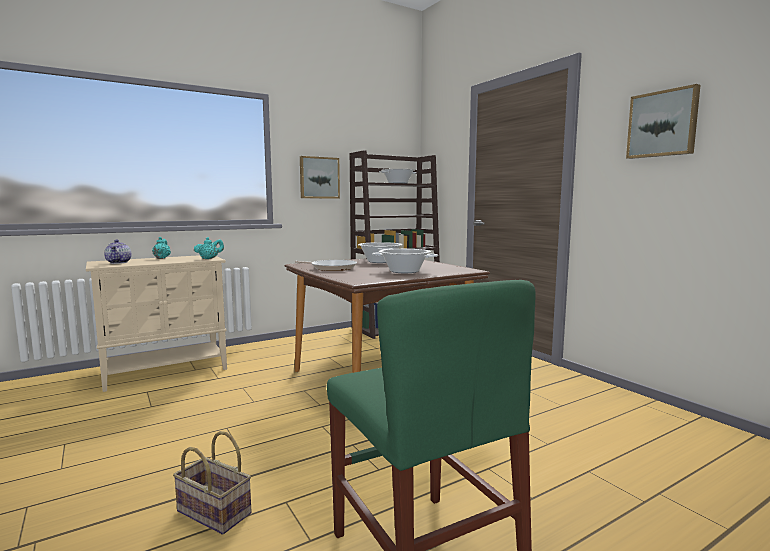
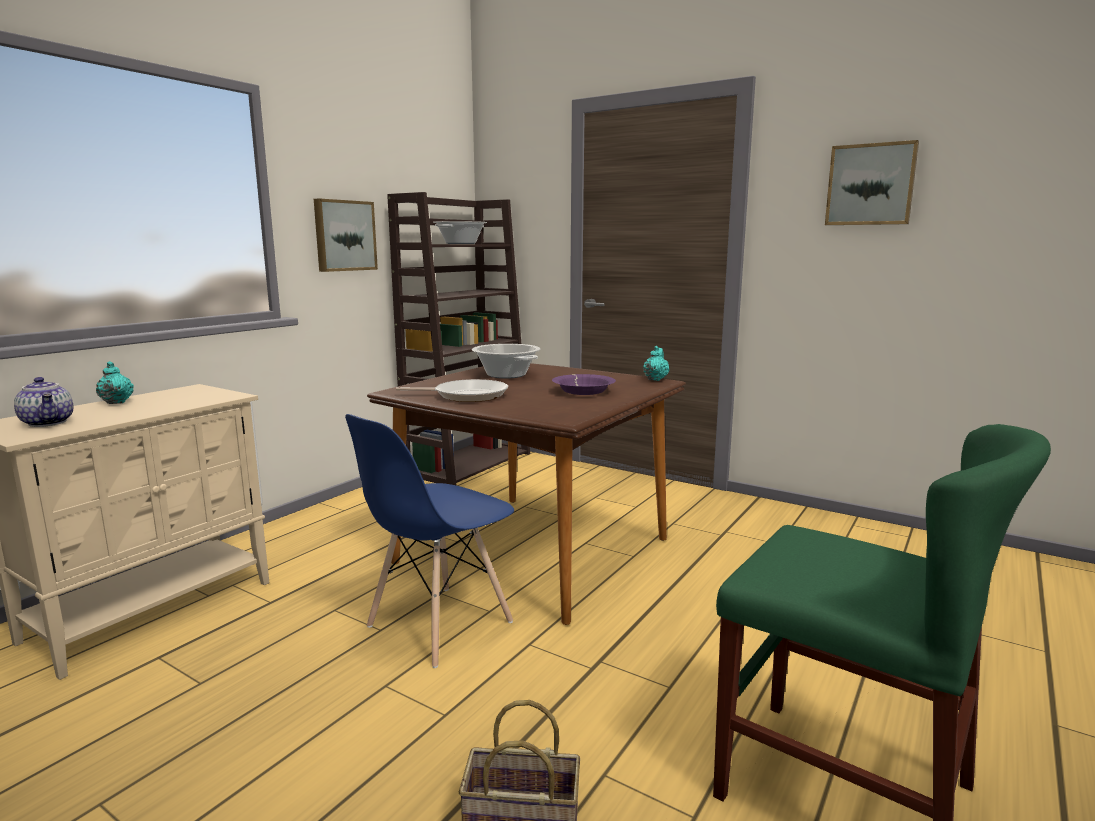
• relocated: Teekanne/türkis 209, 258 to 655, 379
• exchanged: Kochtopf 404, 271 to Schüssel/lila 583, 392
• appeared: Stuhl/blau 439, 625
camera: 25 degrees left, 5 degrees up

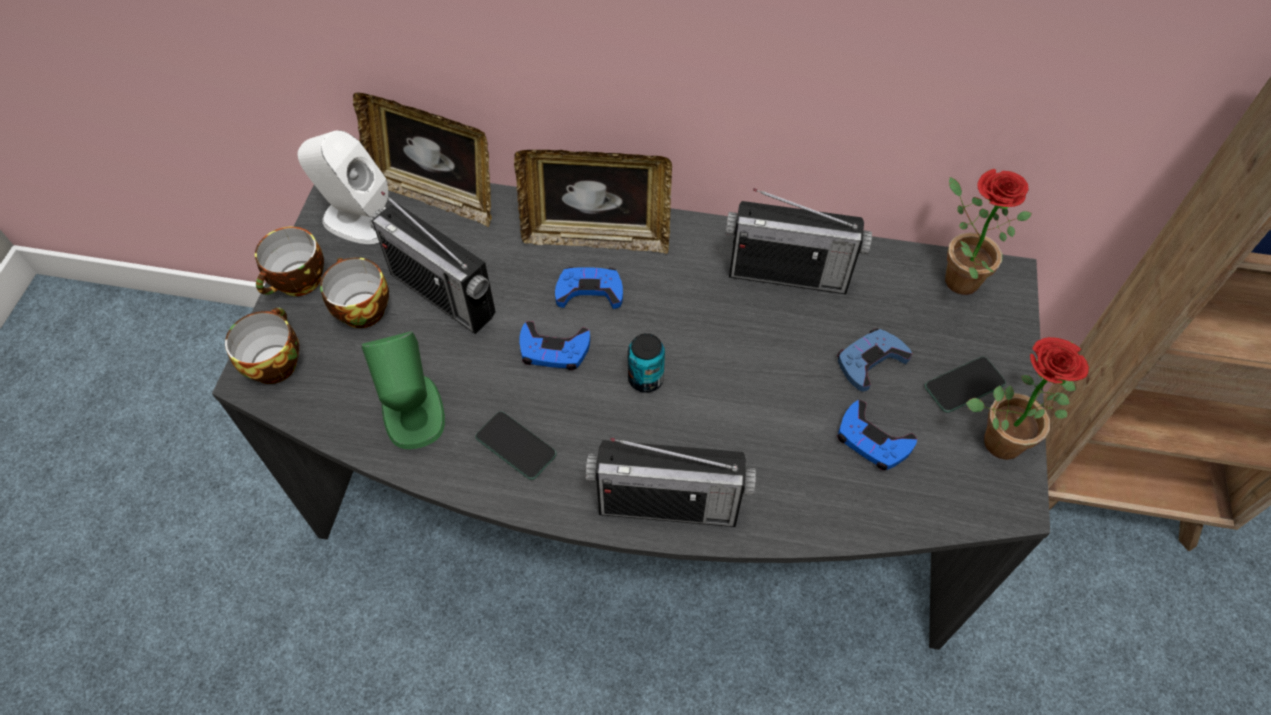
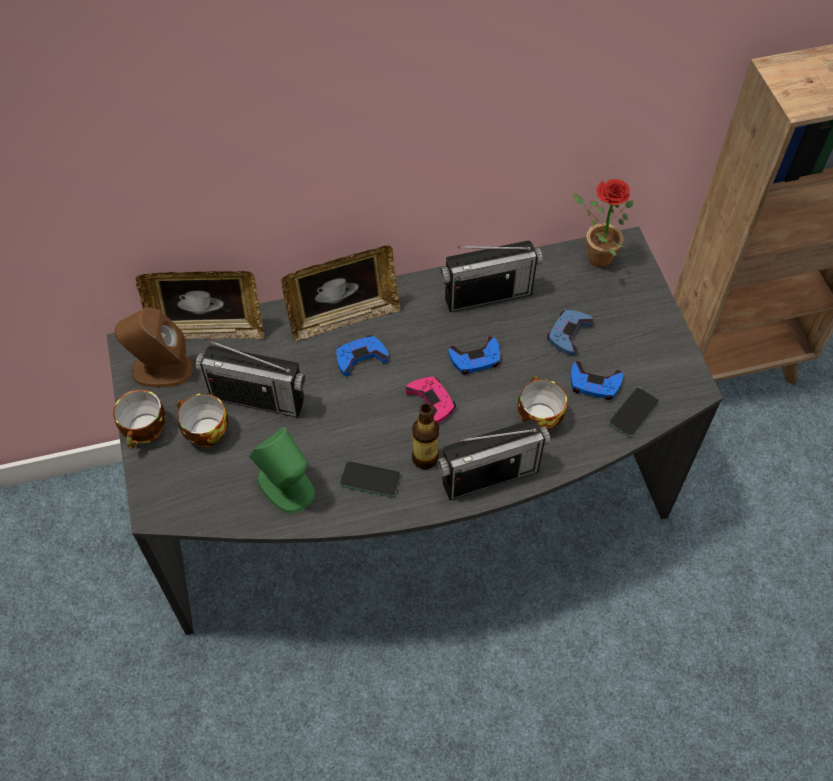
• relocated: Tasse 274, 362 to 537, 416
• colour: Lautsprecher/weiß 358, 220 to Lautsprecher/braun 161, 369
• relocated: Gamepad/blau 554, 350 to 475, 359
• exchanged: Dose 645, 379 to Gamepad/rosa 431, 402
• relocated: Handy 964, 385 to 633, 413
• missing: Topfpflanze 1004, 435
• appeared: Flasche 425, 458
camera: 25 degrees left, 0 degrees up

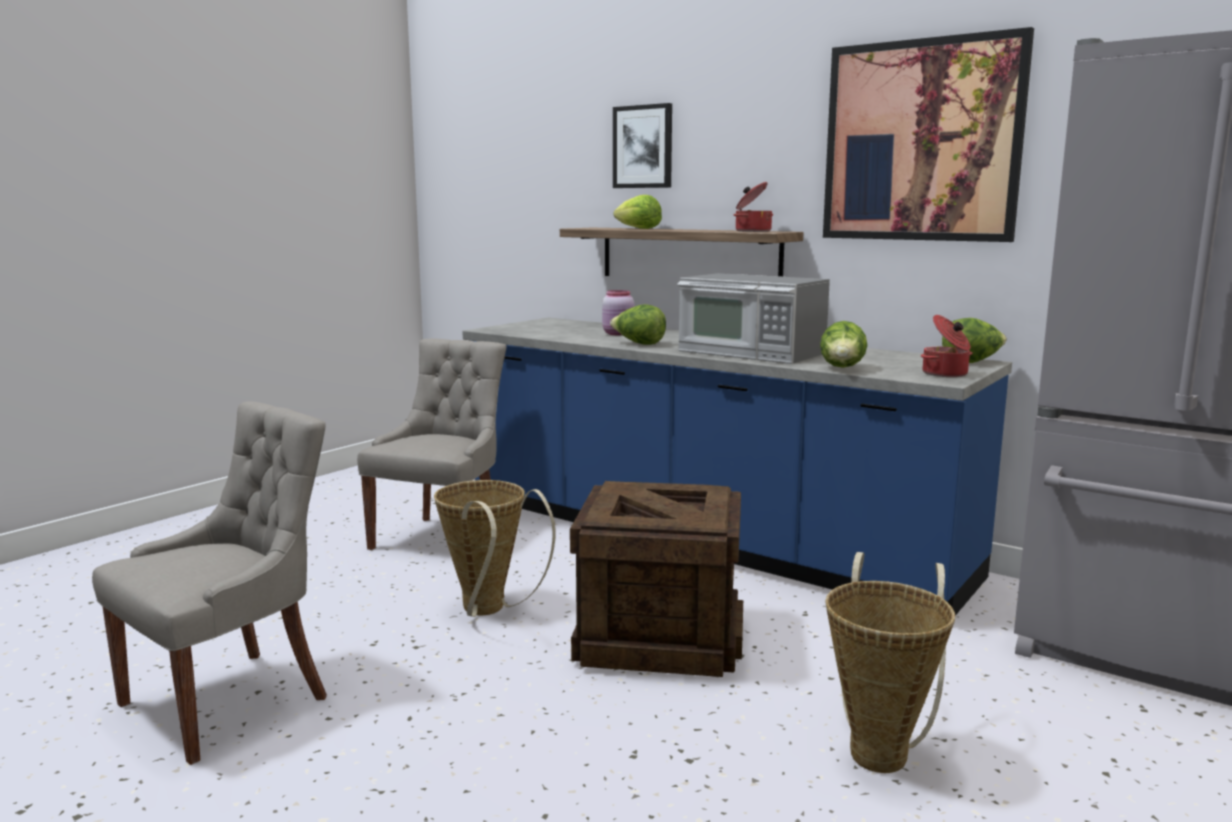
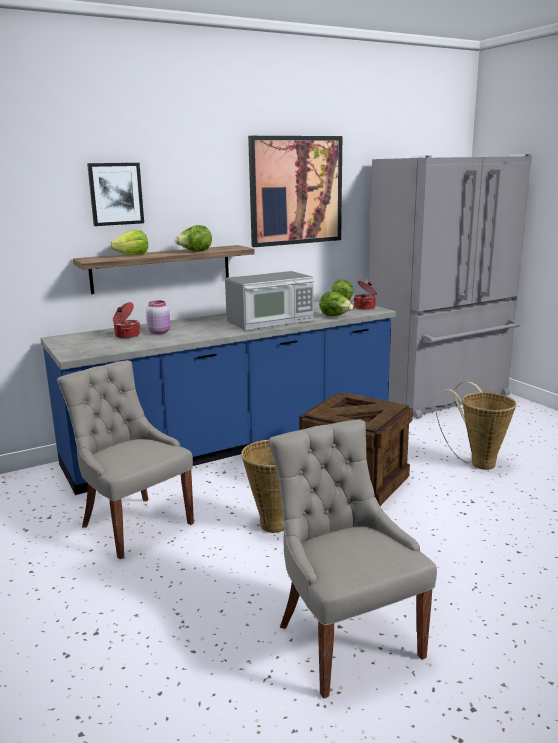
• relocated: Salatkopf 638, 344 to 194, 252
• relocated: Kochtopf 752, 231 to 126, 335
camera: 65 degrees left, 5 degrees up

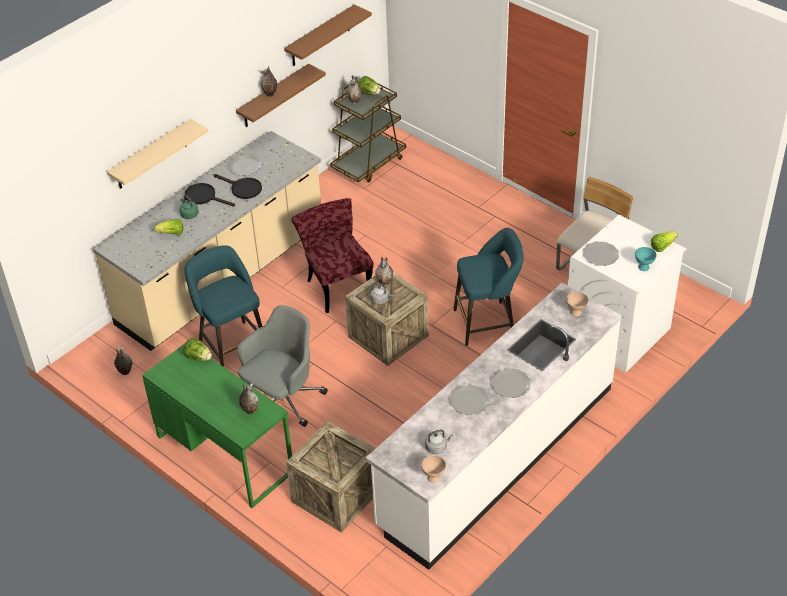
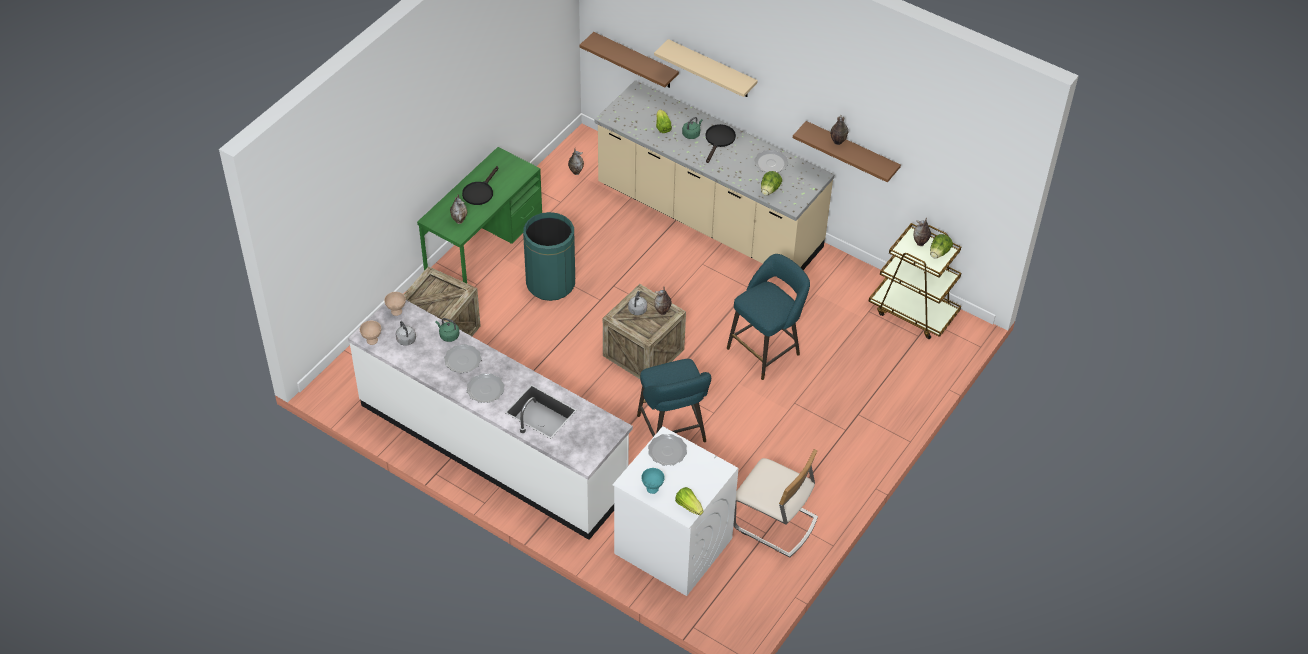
• relocated: Salatkopf 198, 357 to 769, 190
• relocated: Hocker/türkis 231, 344 to 766, 349
• relocated: Pfanne/schwarz 242, 188 to 480, 192
• exchanged: Bürostuhl/grau 282, 400 to Mülleimer/grün 550, 283
• relocated: Wandregal/braun 320, 36 to 635, 61
• missing: Stuhl/rot 337, 283
• relocated: Schüssel/beige 576, 312 to 396, 312
• appeared: Wasserkessel/grün 448, 335
camera: 80 degrees right, 5 degrees up

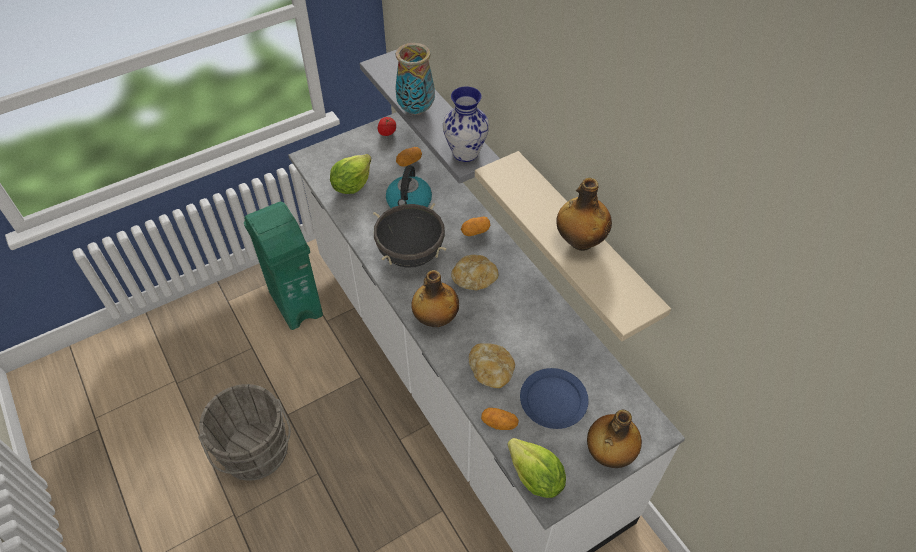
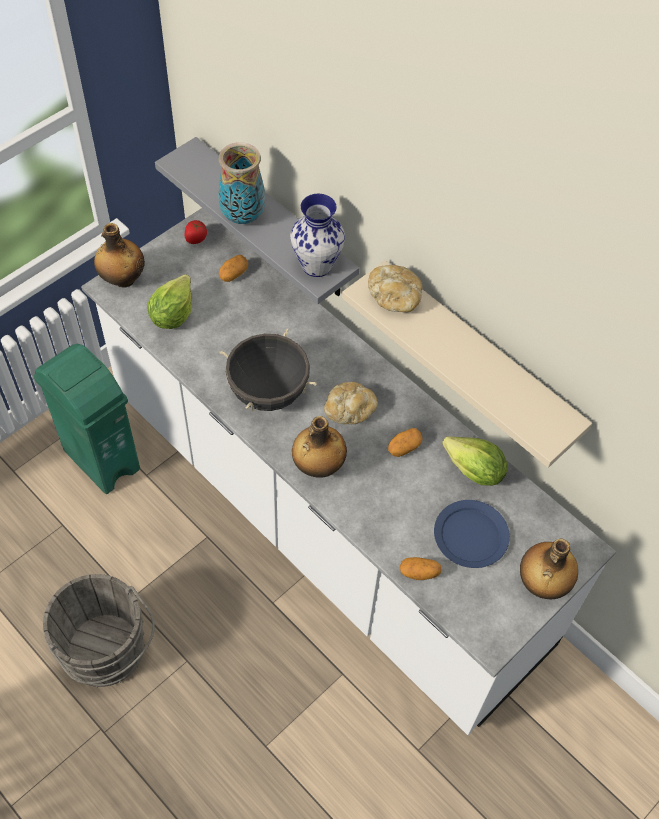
• missing: Wasserkessel 409, 203
• relocated: Kartoffel 475, 231 to 404, 447
• relocated: Brot 491, 371 to 394, 297
• relocated: Salatkopf 535, 478 to 474, 471
• relocated: Flasche 579, 241 to 122, 279
camera: 15 degrees left, 5 degrees up

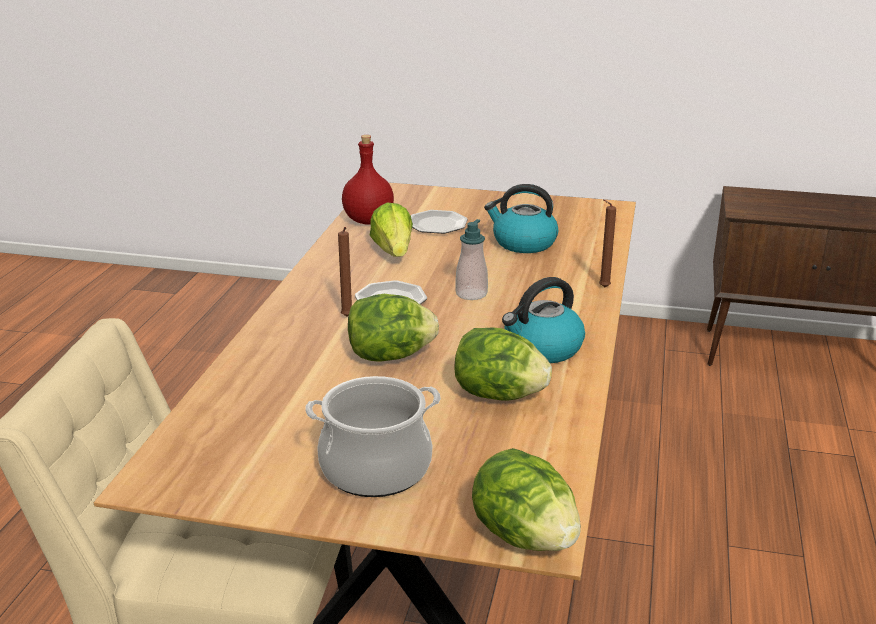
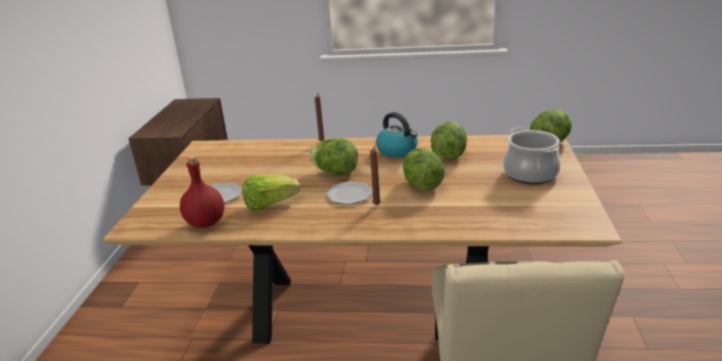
• exchanged: Seifenspender 471, 294 to Salatkopf 336, 173
• missing: Wasserkessel 523, 243
camera: 95 degrees left, 0 degrees up

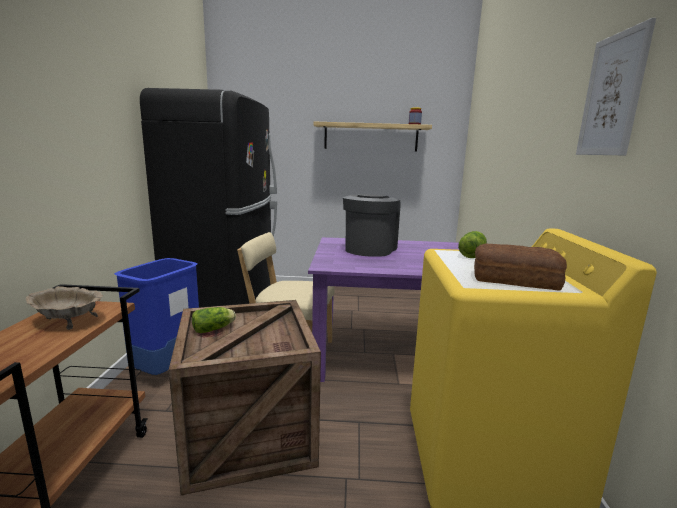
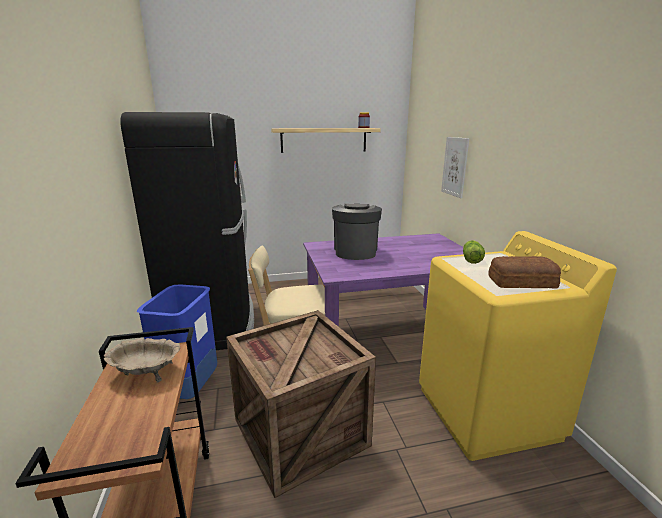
• missing: Salatkopf 215, 329
• relocated: Bild 612, 95 to 455, 166
camera: 15 degrees left, 5 degrees up

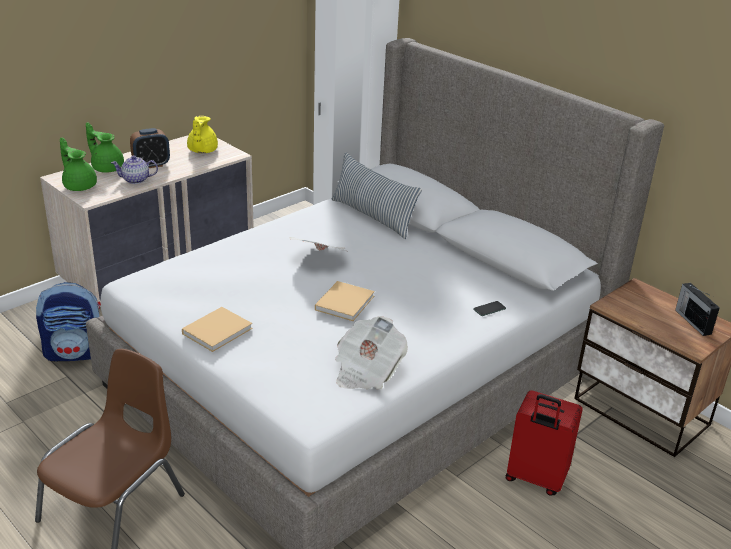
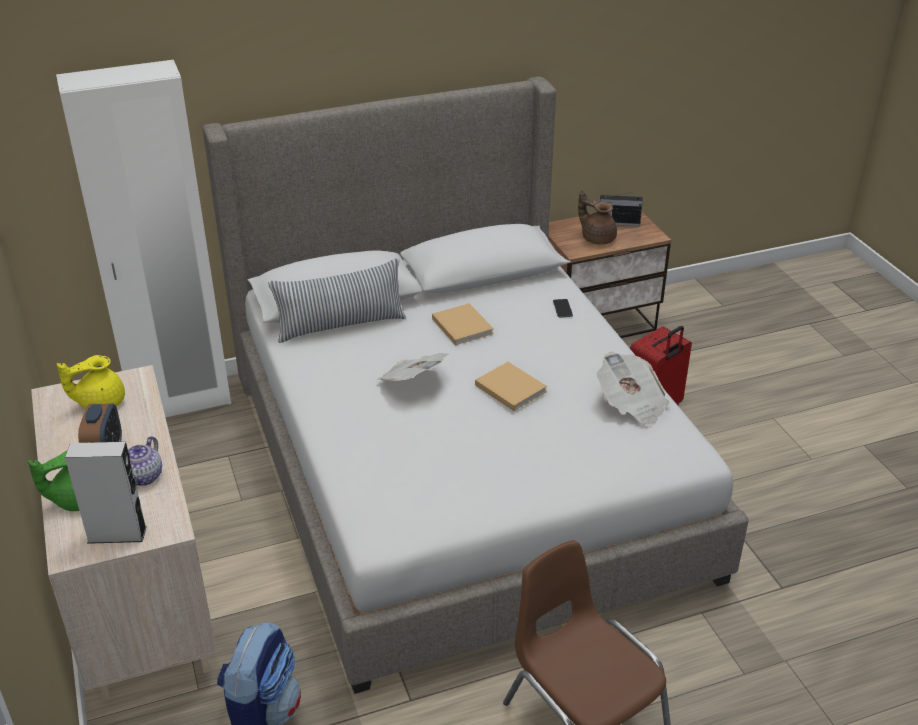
• exchanged: Teekanne/grün 79, 186 to Lautsprecher/grau 117, 534
• relocated: Buch/beige 219, 330 to 461, 325
• spun: Teekanne/gelb 201, 151 = 100, 402 120 degrees clockwise
• appeared: Teekanne/braun 597, 238
camera: 65 degrees left, 5 degrees up

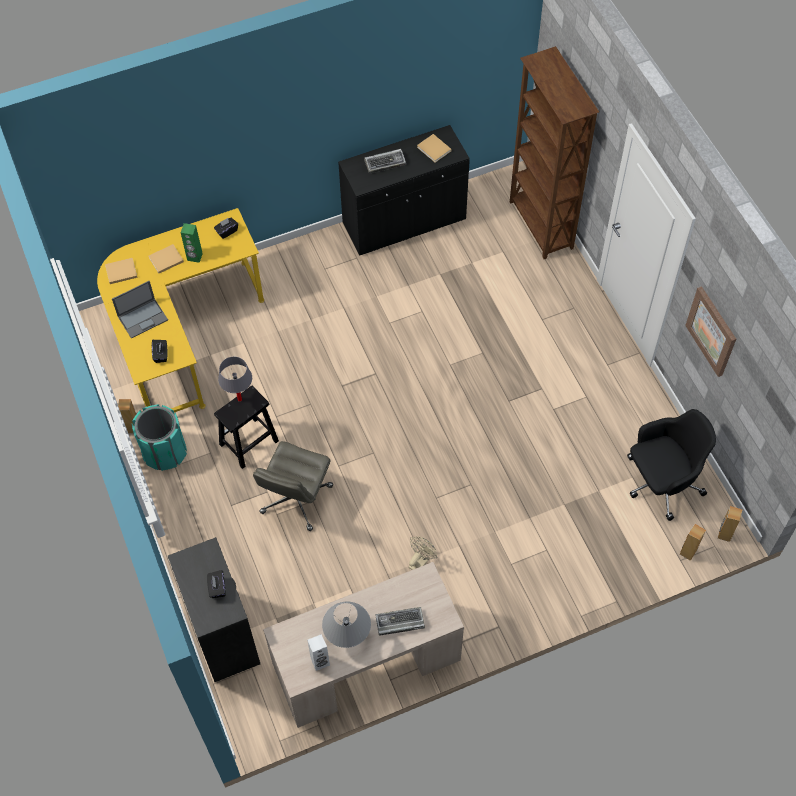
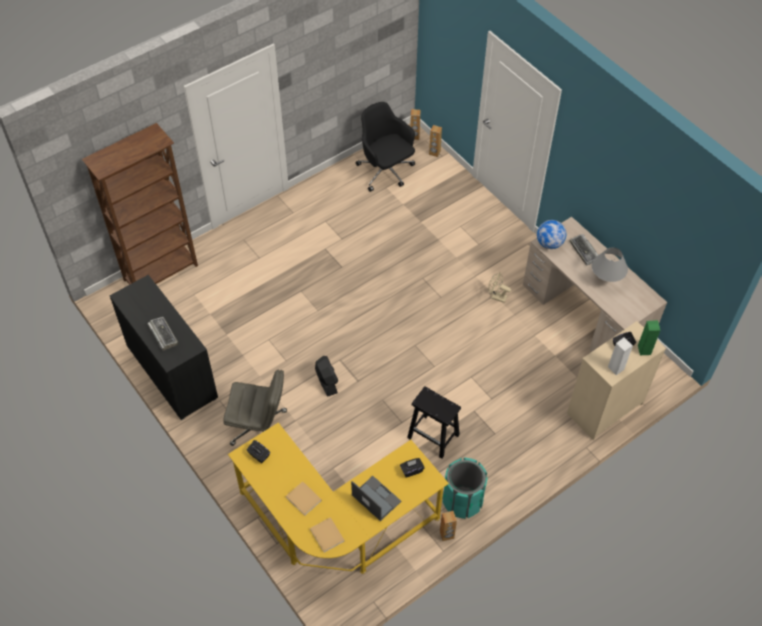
• colour: Kommode/schwarz 224, 635 to Kommode/beige 604, 408
• relocated: Lautsprecher/grün 194, 257 to 644, 350
• missing: Tischlampe/grau 239, 399
• relocated: Bürostuhl/grau 296, 500 to 259, 427
• relocated: Lautsprecher/weiß 320, 662 to 616, 368
• missing: Buch/beige 434, 149
• missing: Bild 712, 331
• appeared: Ventilator/schwarz 326, 381
• appeared: Globus 549, 243
camera: 105 degrees left, 5 degrees down

